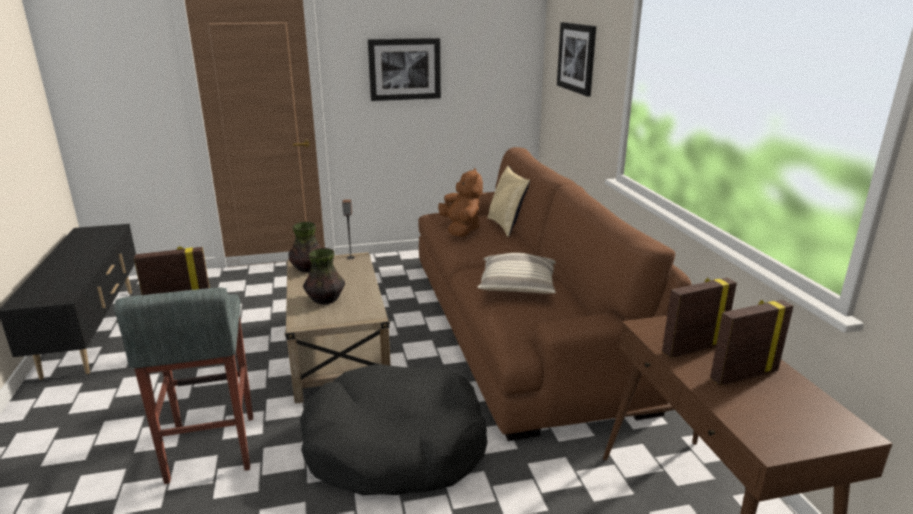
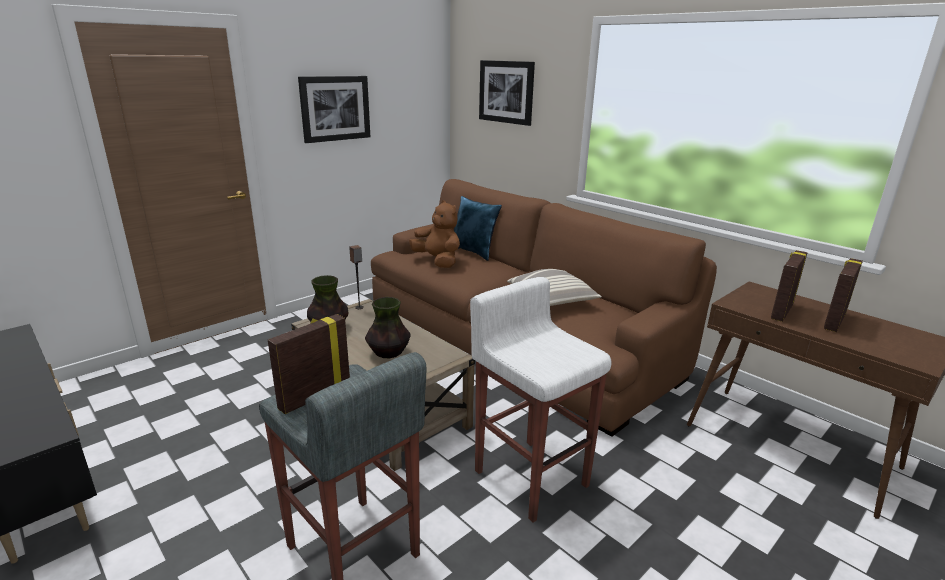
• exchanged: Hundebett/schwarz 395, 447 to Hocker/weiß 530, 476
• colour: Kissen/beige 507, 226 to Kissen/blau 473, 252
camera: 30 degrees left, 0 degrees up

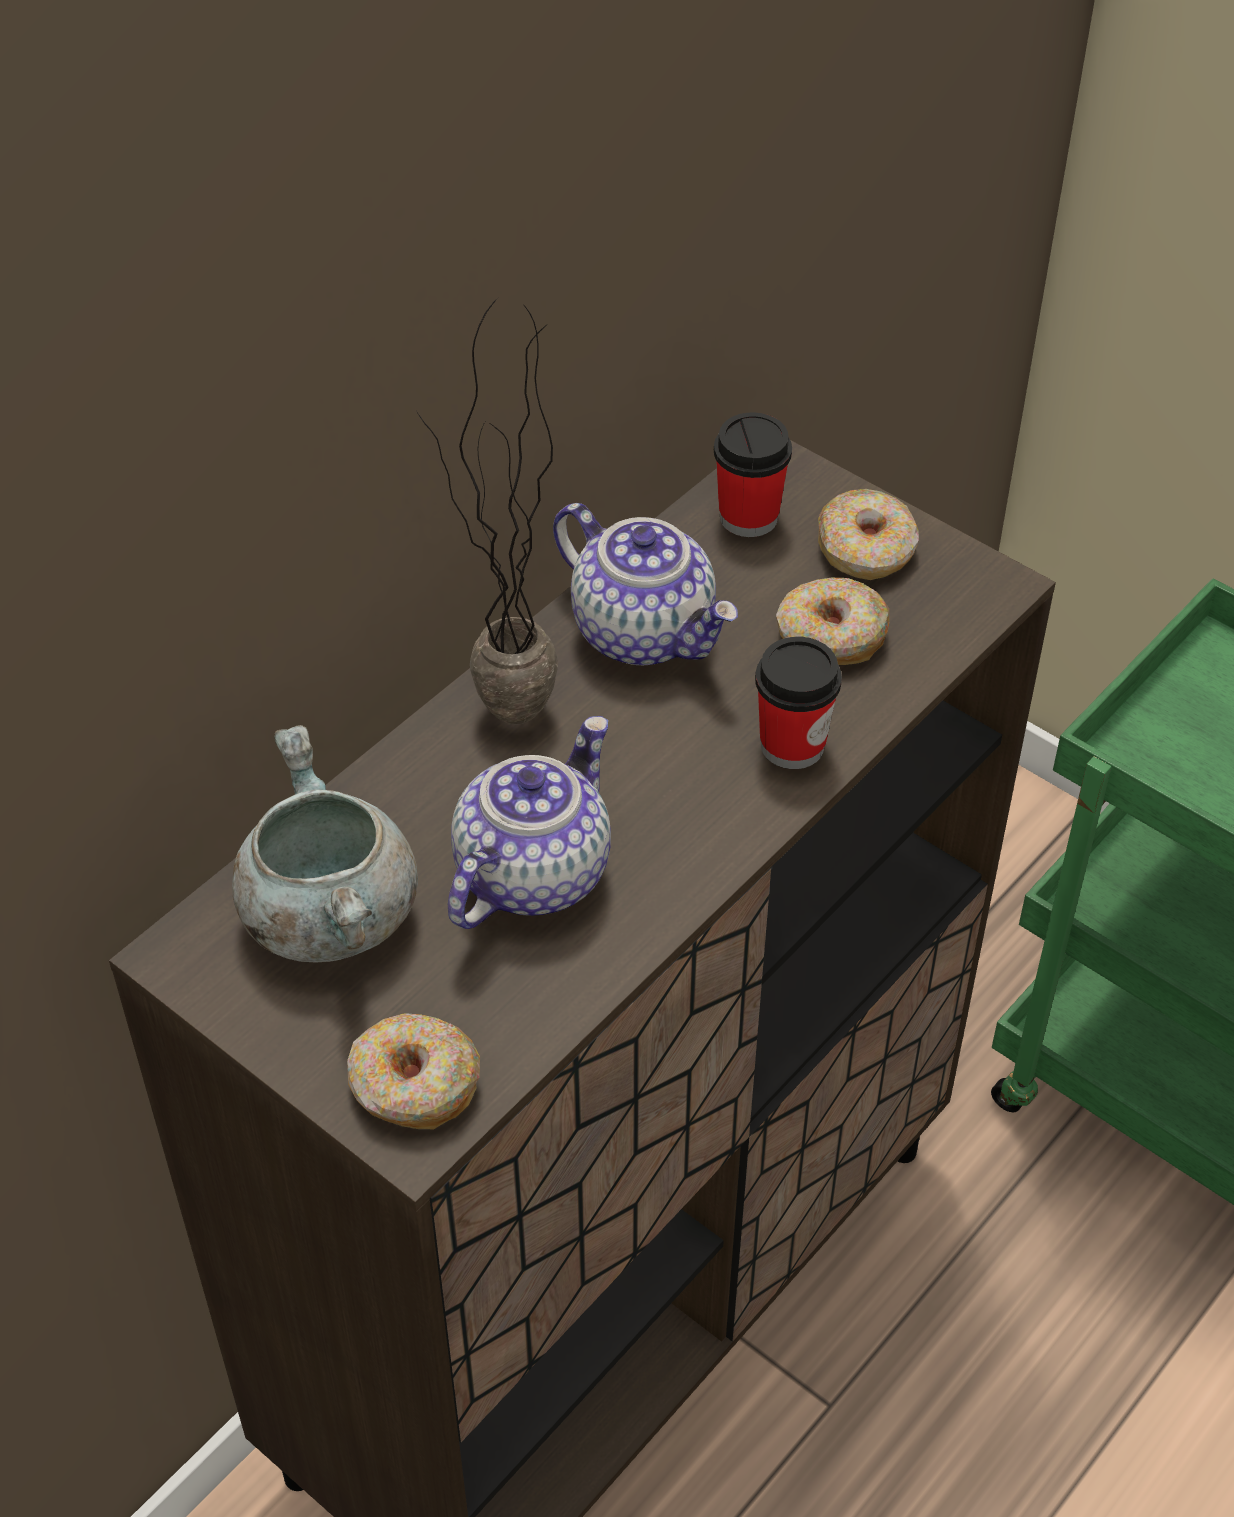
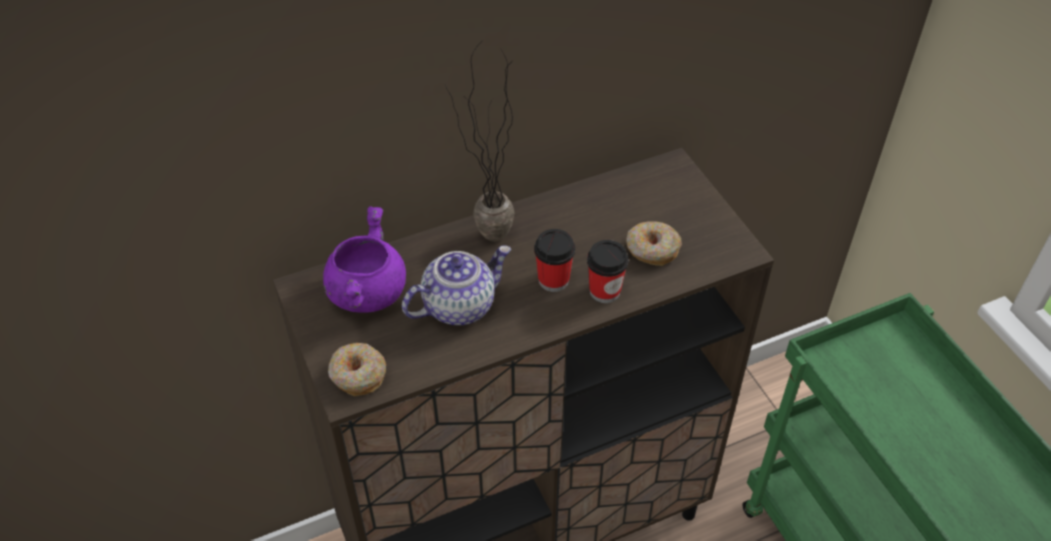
• colour: Kochtopf/grau 327, 913 to Kochtopf/lila 366, 292
• missing: Teekanne 645, 631
• relocated: Tasse 748, 517 to 553, 280
• missing: Donut 866, 549
camera: 25 degrees right, 0 degrees up

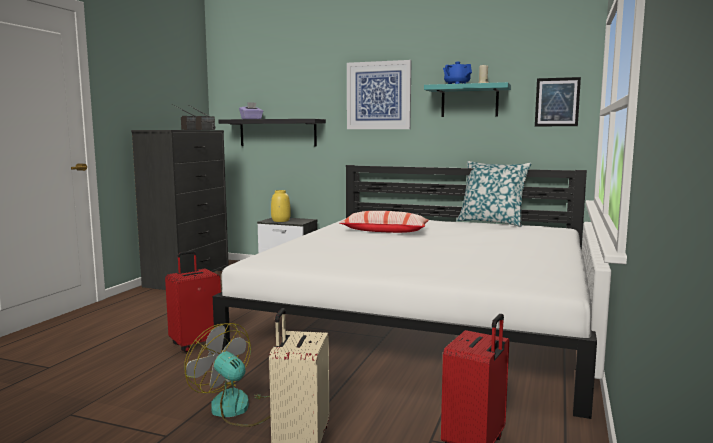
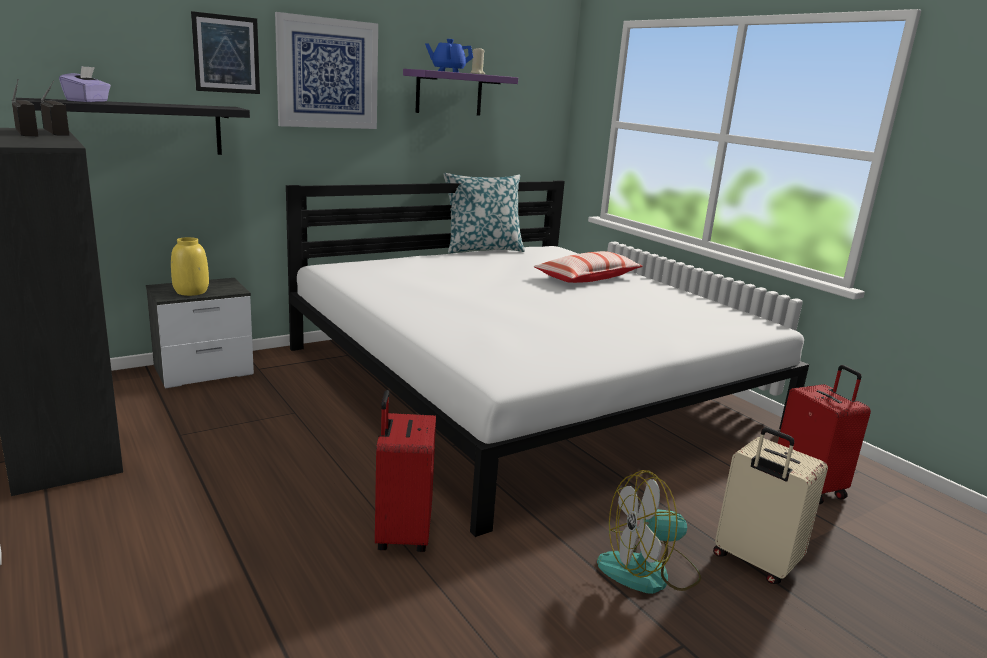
• relocated: Kissen 385, 231 to 588, 278
• colour: Wandregal/türkis 469, 101 to Wandregal/lila 449, 93
• relocated: Bild 557, 102 to 226, 54
camera: 55 degrees left, 10 degrees up

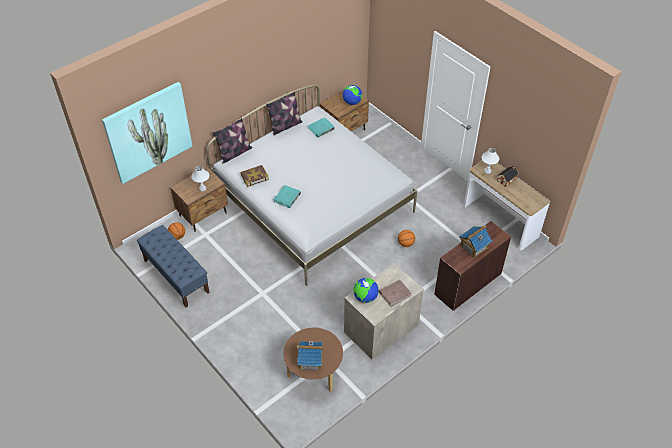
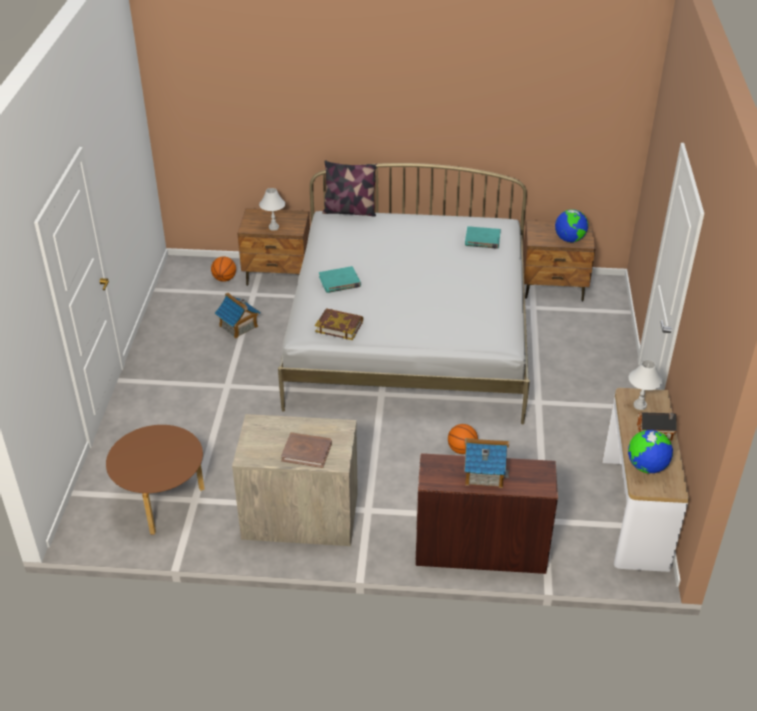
• missing: Bild 148, 132
• missing: Bank/blau 176, 276
• relocated: Buch 254, 177 to 339, 326
• missing: Kissen 285, 126
• relocated: Spielzeughaus 310, 360 to 238, 326
• relocated: Globus 365, 297 to 646, 467
camera: 45 degrees right, 10 degrees down

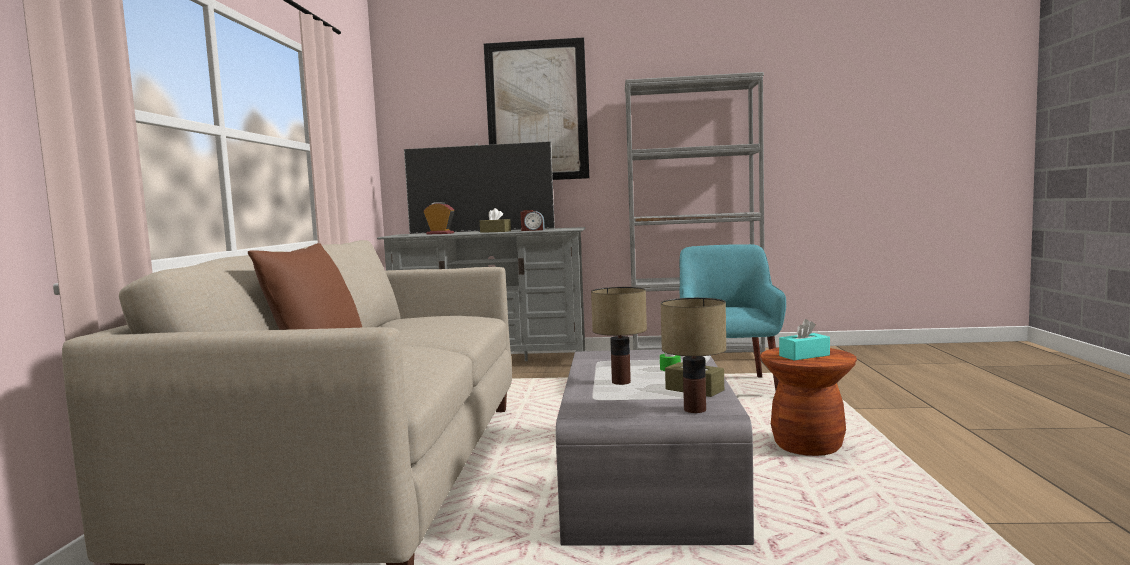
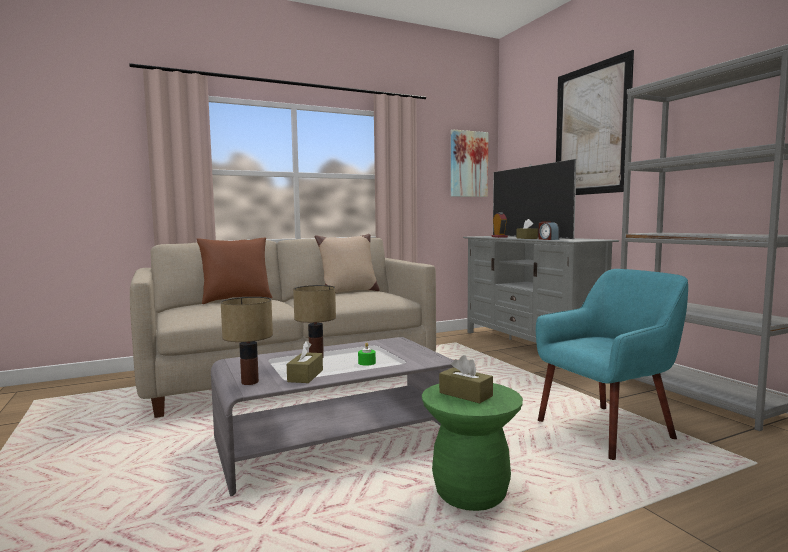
• colour: Hocker/braun 807, 446 to Hocker/grün 470, 494
• colour: Taschentuchbox/türkis 804, 355 to Taschentuchbox/braun 465, 394
• appeared: Kissen/beige 348, 292
• appeared: Bild 468, 164
camera: 60 degrees right, 0 degrees up

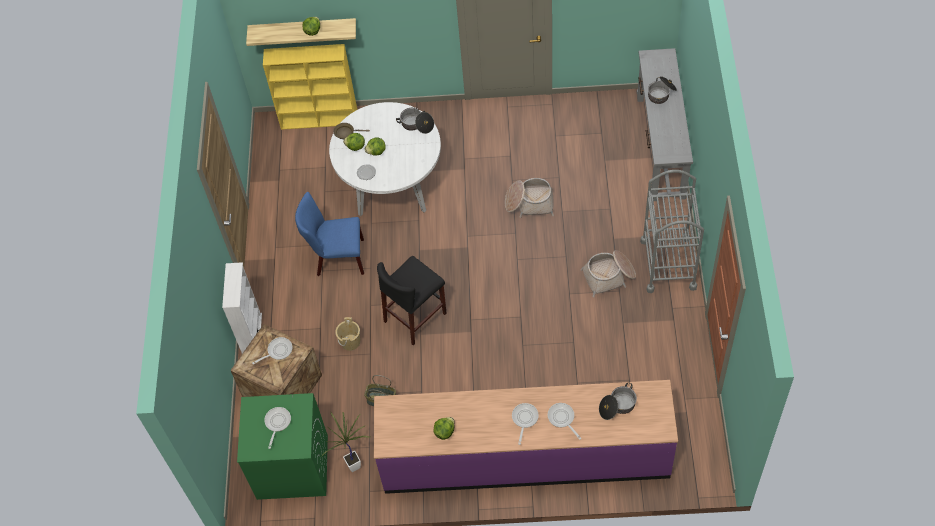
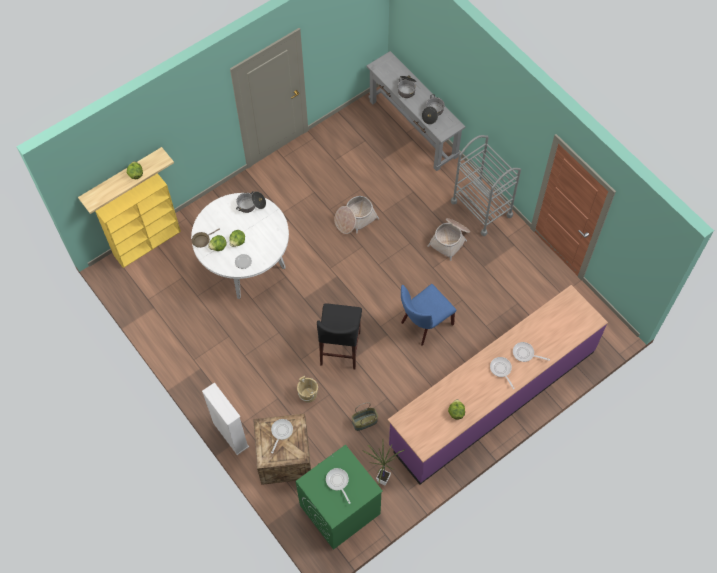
• relocated: Stuhl/blau 336, 258 to 424, 324
• relocated: Kochtopf 617, 406 to 432, 113
camera: 40 degrees left, 5 degrees up

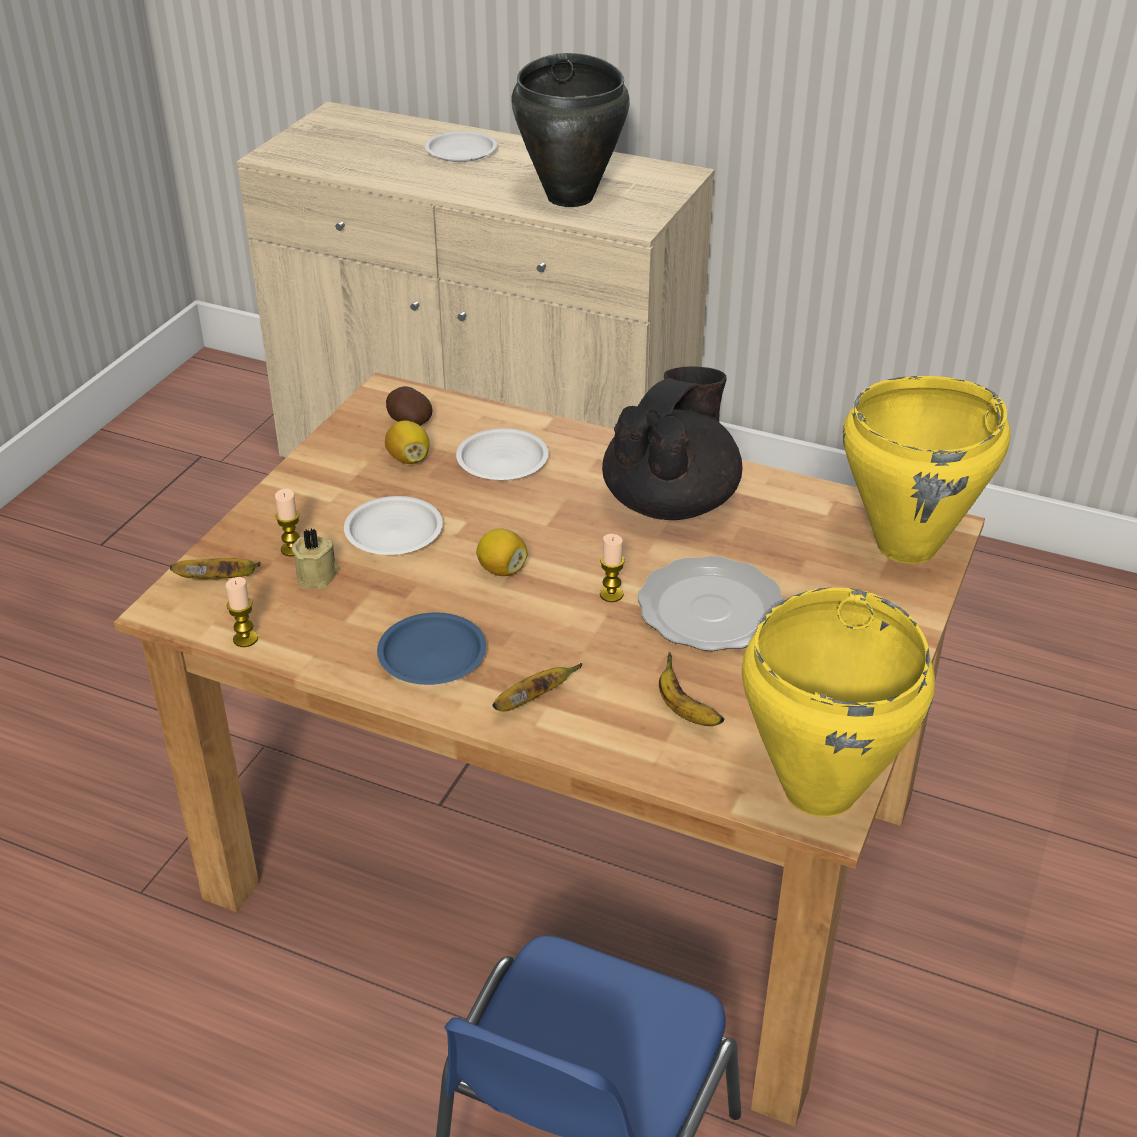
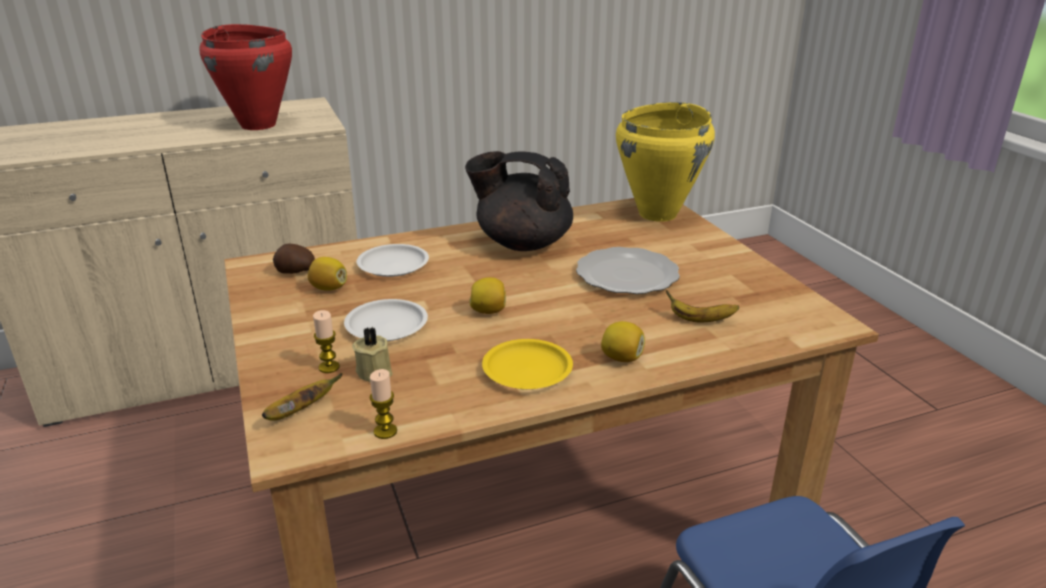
• colour: Teller/blau 433, 655 to Teller/gelb 528, 370
• missing: Teller/weiß 461, 151
• exchanged: Banane 532, 700 to Zitrone 622, 358
• colour: Kochtopf/schwarz 571, 197 to Kochtopf/rot 258, 125
• missing: Kerze 611, 594
• spun: Teekanne/schwarz 671, 502 = 522, 243 60 degrees counterclockwise
• missing: Kochtopf/gelb 818, 791
camera: 45 degrees left, 10 degrees down

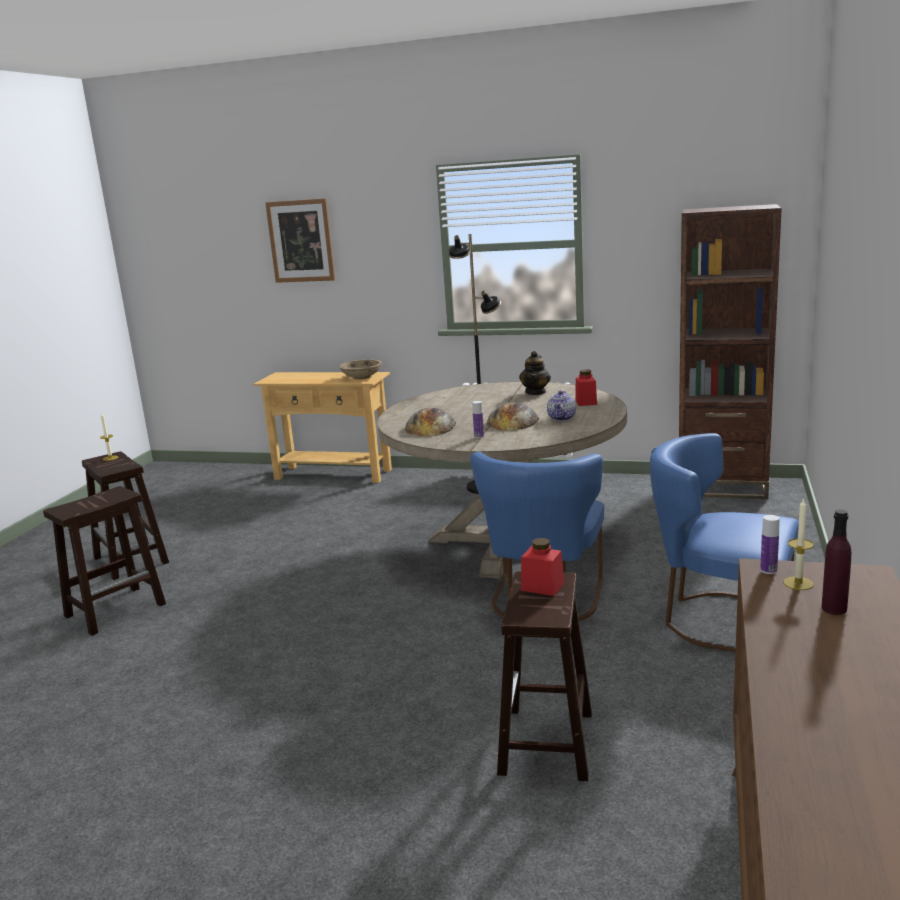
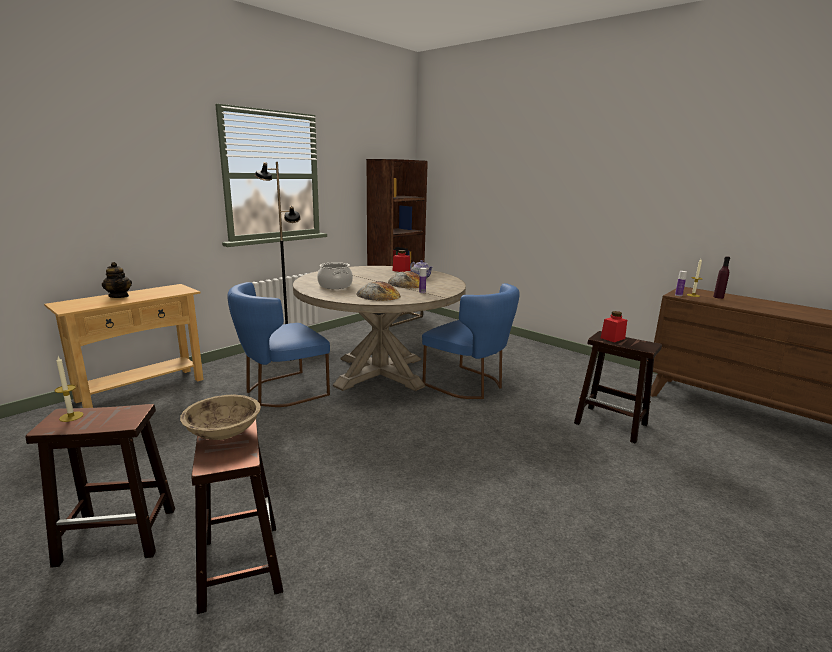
• missing: Bild 301, 241
• relocated: Schüssel/beige 361, 377 to 223, 432
• relocated: Teekanne 536, 392 to 119, 296
• relocated: Stuhl/blau 720, 620 to 281, 391
• appeared: Kochtopf 335, 286
camera: 65 degrees left, 0 degrees up

